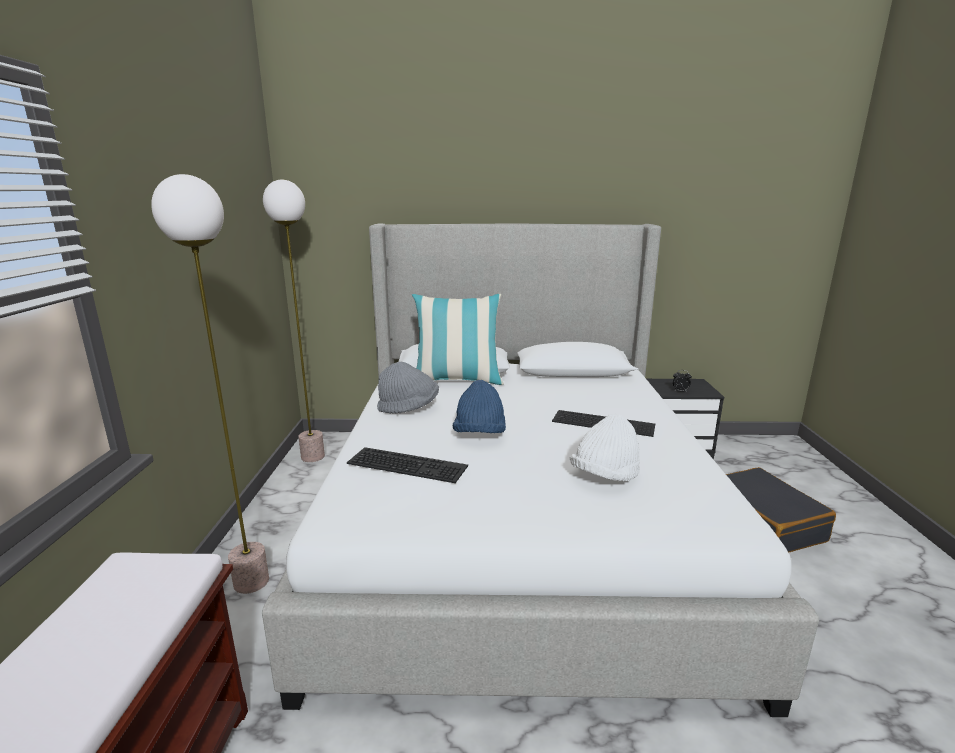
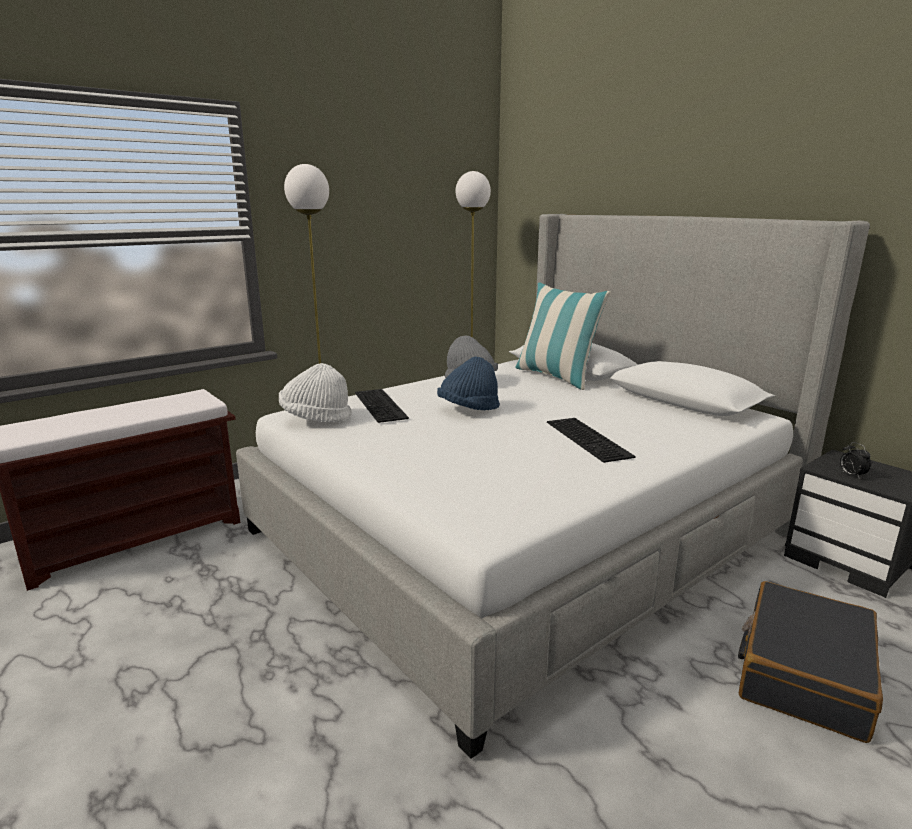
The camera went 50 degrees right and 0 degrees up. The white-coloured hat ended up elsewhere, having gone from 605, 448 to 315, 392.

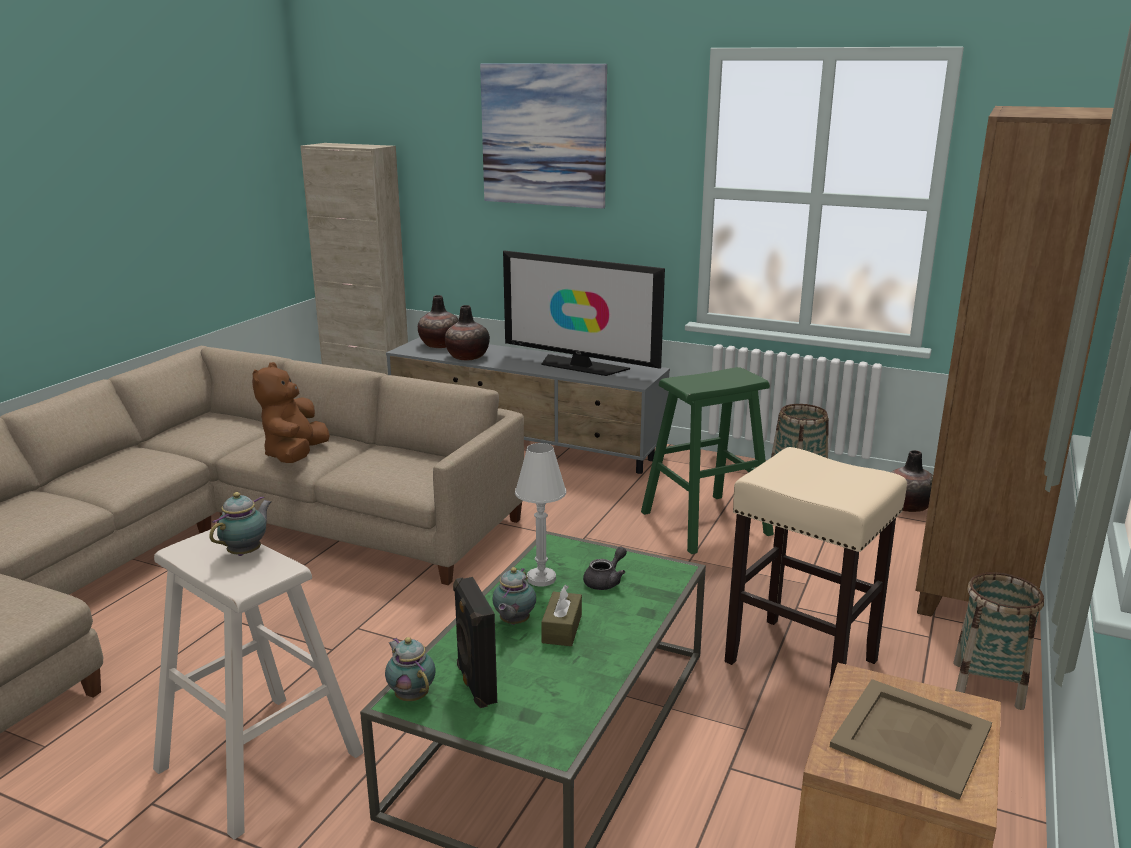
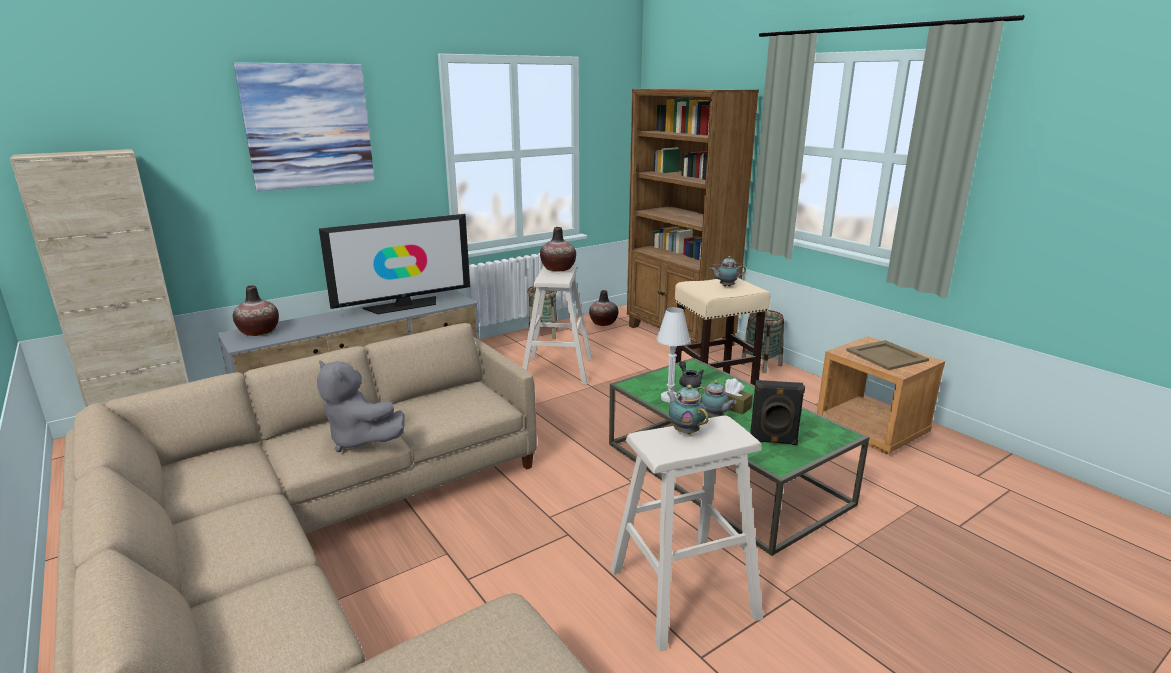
The camera went 60 degrees left and 0 degrees up. The pot for tea ended up elsewhere, having gone from 410, 669 to 727, 271. The flower vase ended up elsewhere, having gone from 467, 332 to 558, 249. What was the brown-coloured cuddly toy at 291, 412 turned into the gray cuddly toy at 361, 406. What was the greenish stool seat at 707, 460 turned into the beige-coloured stool seat at 557, 325.

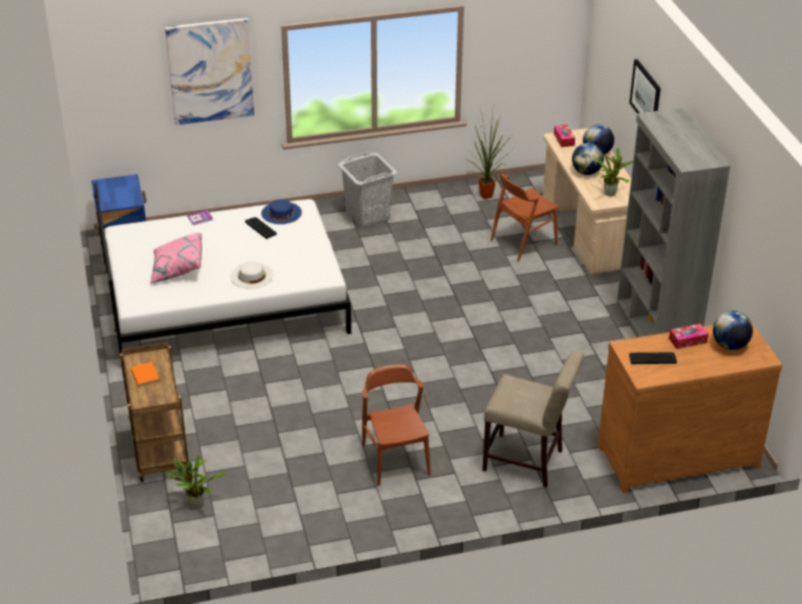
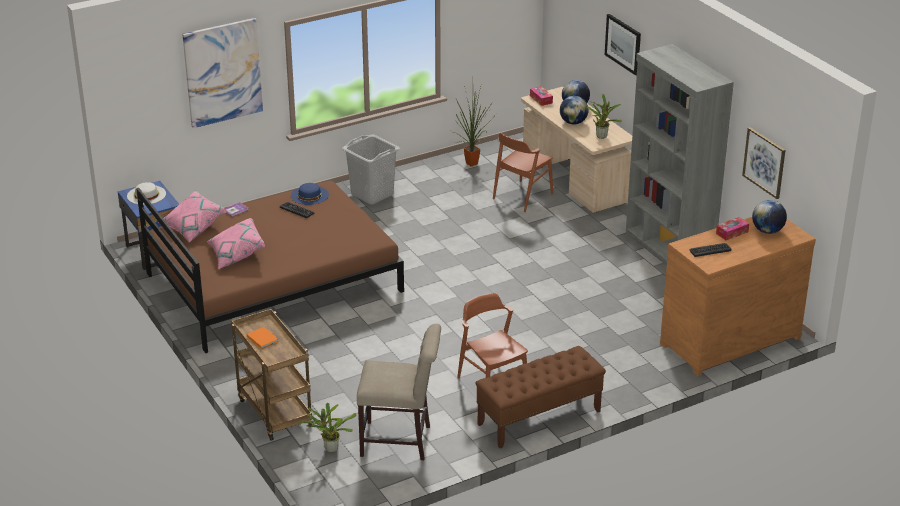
The camera went 15 degrees left and 5 degrees down. The second view gained the pinkish pillow at 195, 217. The second view gained the brown-coloured indoor bench at 540, 397. The second view gained the wall art at 763, 163. The white-coloured hat ended up elsewhere, having gone from 251, 275 to 146, 193. The beige-coloured chair ended up elsewhere, having gone from 533, 419 to 399, 392. What was the white-coloured bed at 222, 271 turned into the brown-coloured bed at 270, 267.

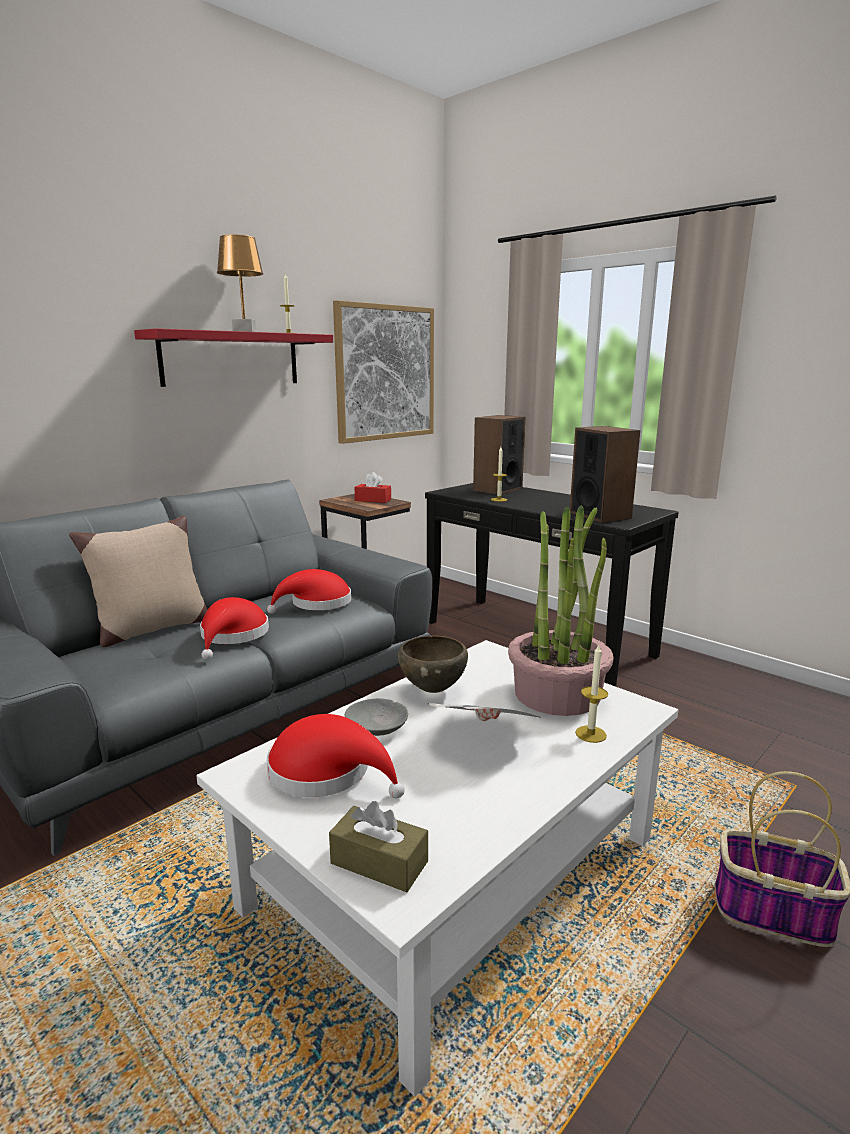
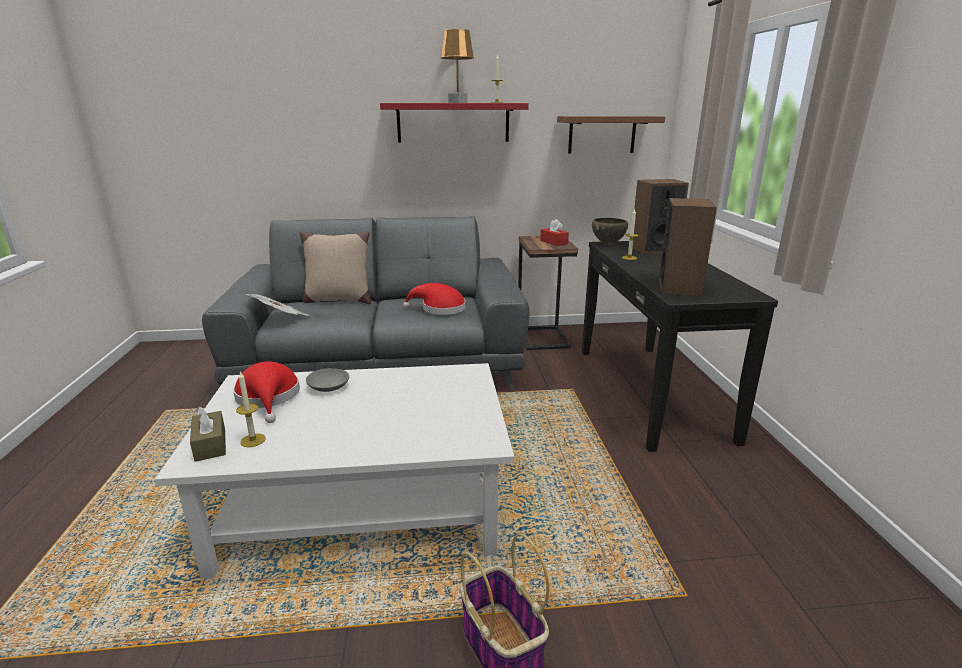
The camera went 40 degrees right and 5 degrees up. The second view lost the red-coloured hat at 234, 628. The second view lost the houseplant at 560, 610. The brown-coloured bowl ended up elsewhere, having gone from 433, 664 to 610, 231. The printed paper ended up elsewhere, having gone from 484, 712 to 277, 305. The wax candle ended up elsewhere, having gone from 591, 694 to 251, 409. Where the wall art hung at 383, 372, the brown-coloured shelf came to hang at 611, 134.

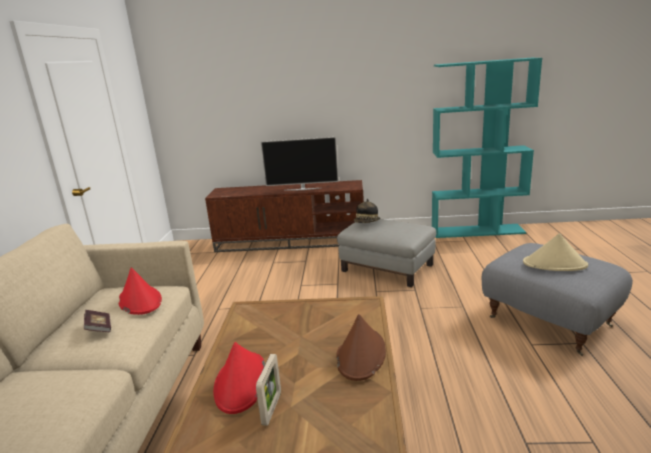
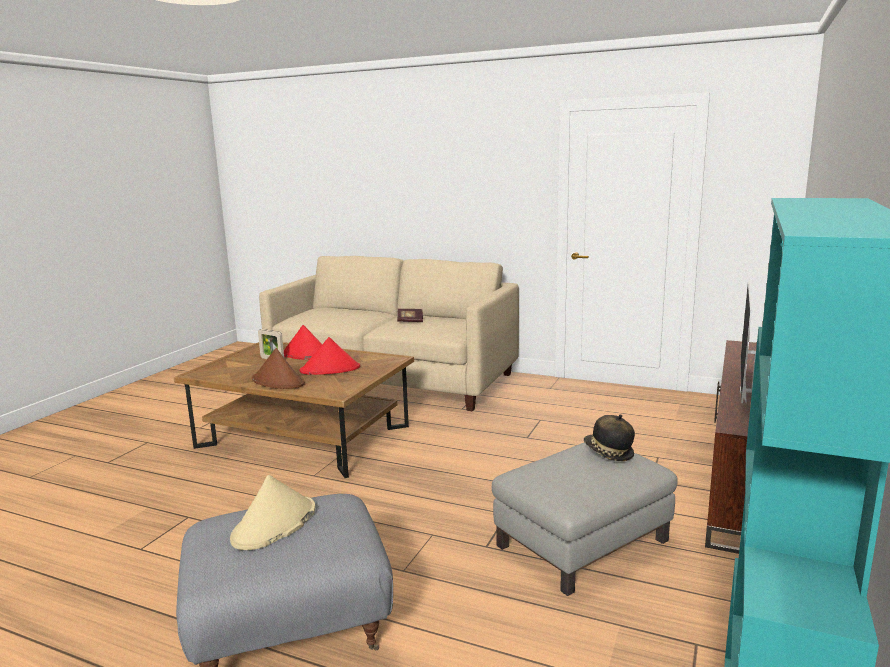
The camera went 110 degrees right and 5 degrees down. The red-coloured hat ended up elsewhere, having gone from 140, 291 to 329, 356.

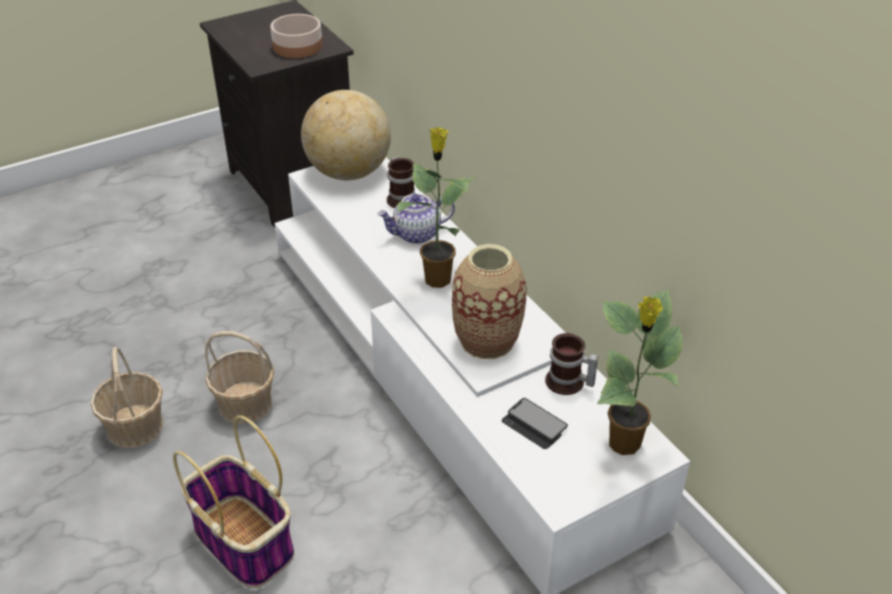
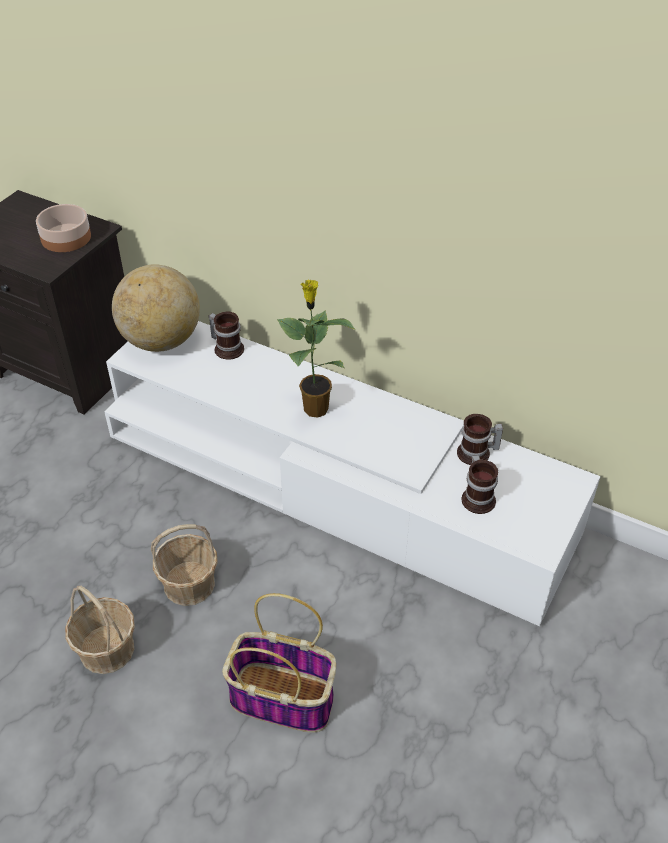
The camera went 30 degrees left and 5 degrees up. The second view lost the pot for tea at 416, 219. The second view lost the flower vase at 489, 301. The second view lost the houseplant at 640, 372. Where the handset stood at 535, 423, the mug came to stand at 480, 484.

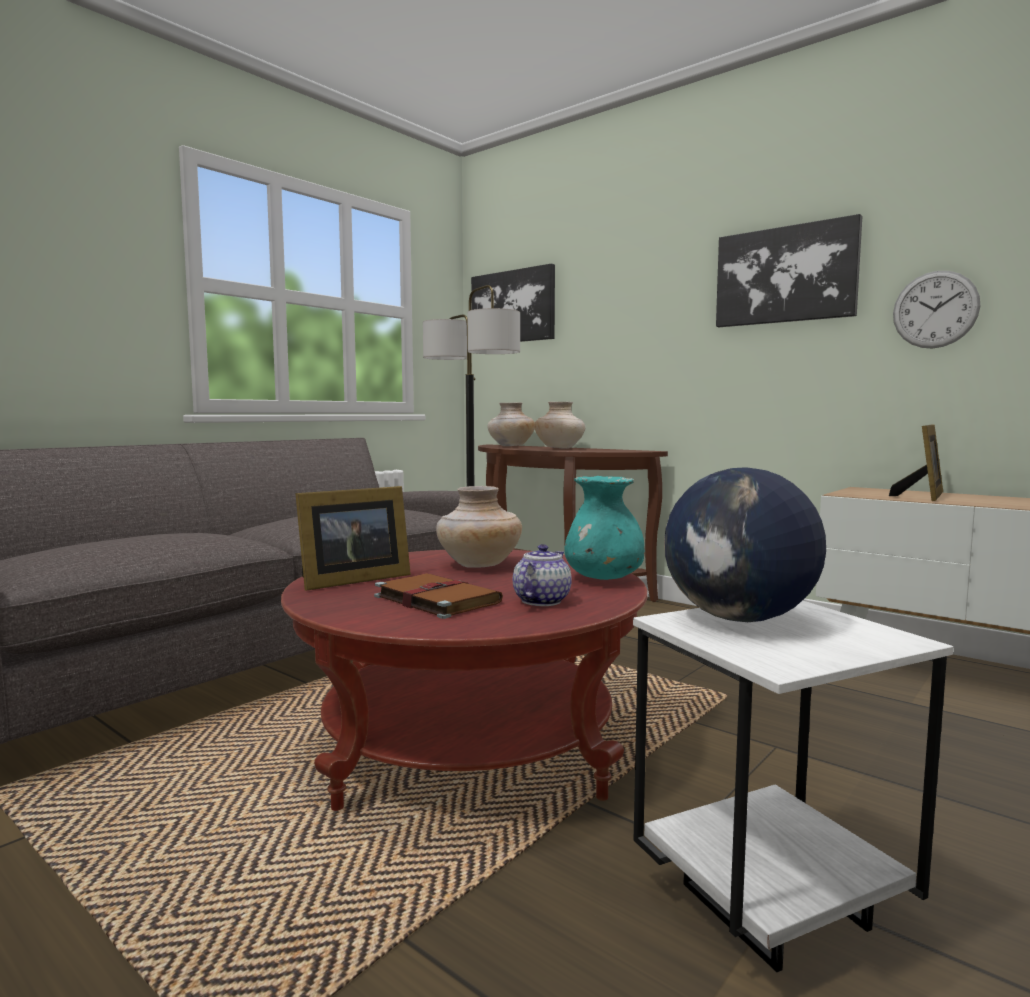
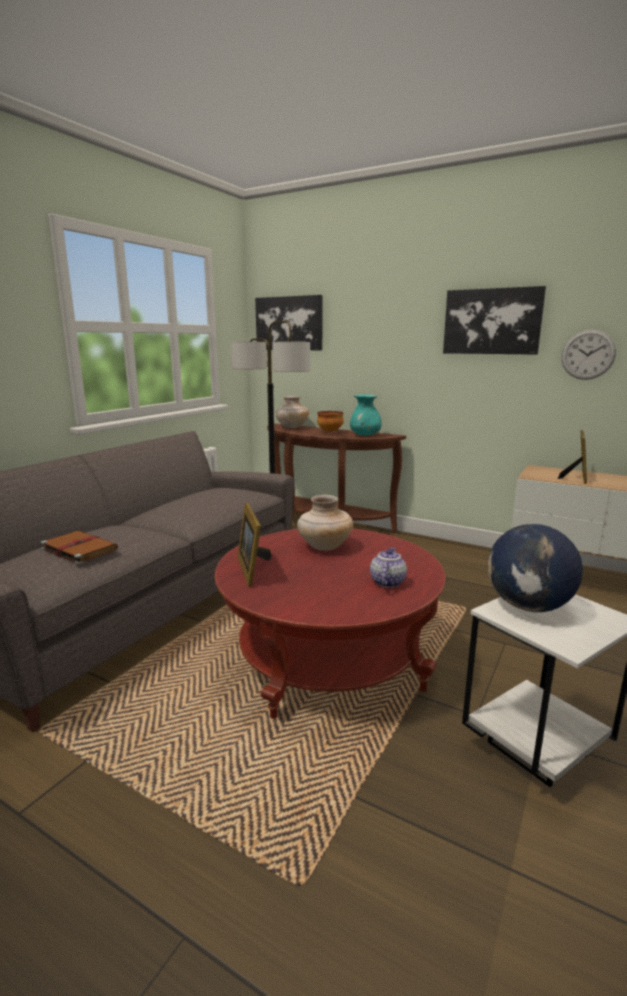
The camera went 10 degrees left and 10 degrees up. The brown-coloured book ended up elsewhere, having gone from 438, 596 to 79, 548. The blue-green flower vase ended up elsewhere, having gone from 604, 528 to 366, 415. Where the beige-coloured flower vase stood at 559, 425, the bowl came to stand at 330, 421. The photo frame at 353, 538 ended up facing another way, 120 degrees clockwise from before.

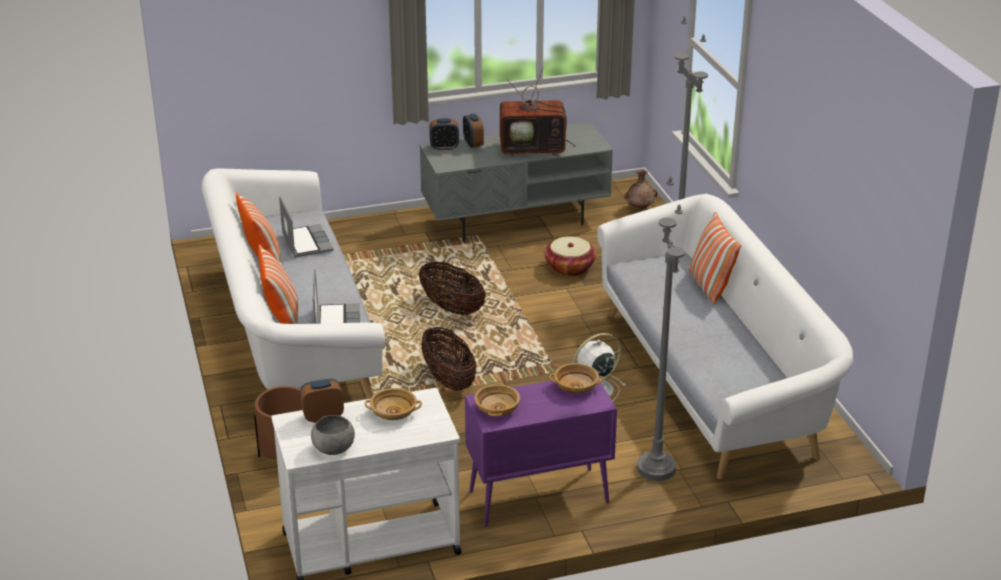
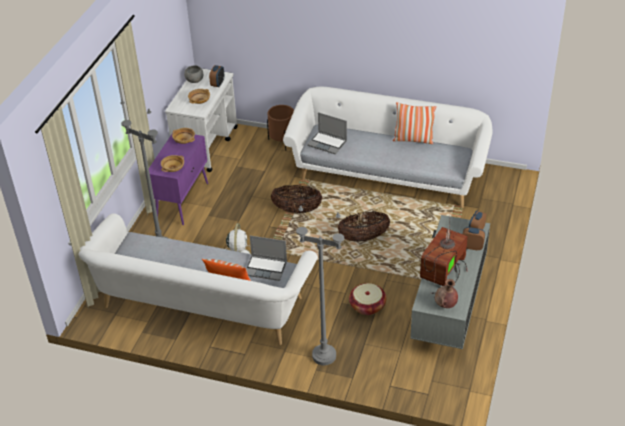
The camera went 125 degrees right and 10 degrees up. The second view lost the pillow at 278, 284. The portable computer ended up elsewhere, having gone from 306, 226 to 266, 258. The brown-coloured flower vase ended up elsewhere, having gone from 641, 190 to 446, 293.

